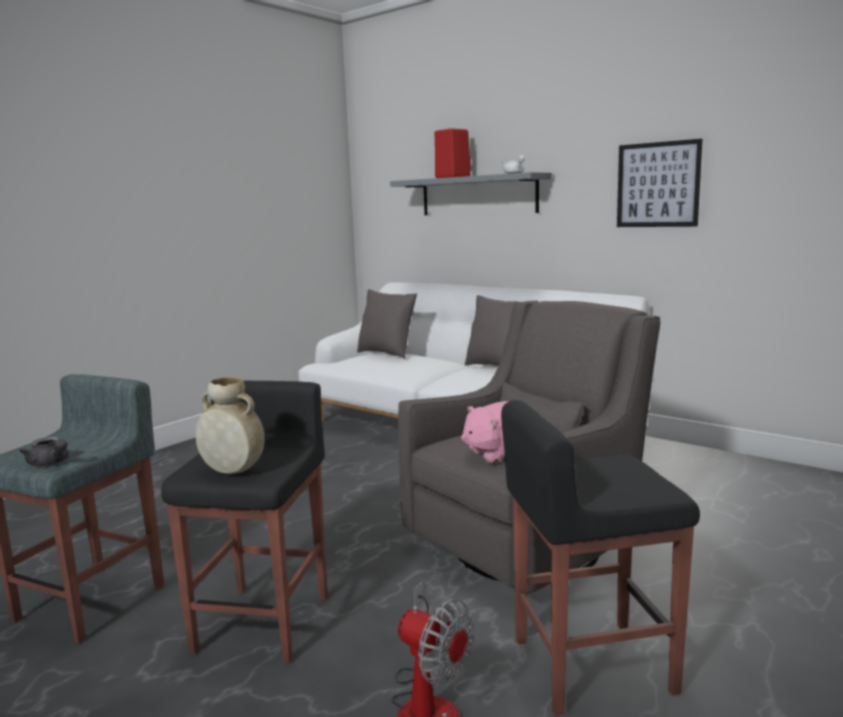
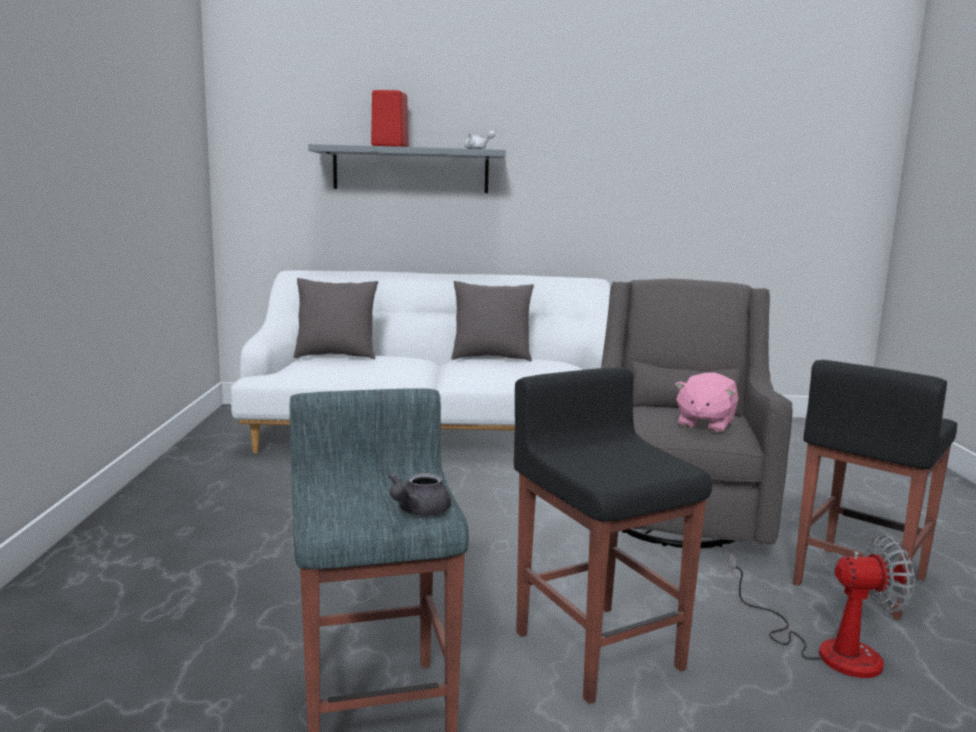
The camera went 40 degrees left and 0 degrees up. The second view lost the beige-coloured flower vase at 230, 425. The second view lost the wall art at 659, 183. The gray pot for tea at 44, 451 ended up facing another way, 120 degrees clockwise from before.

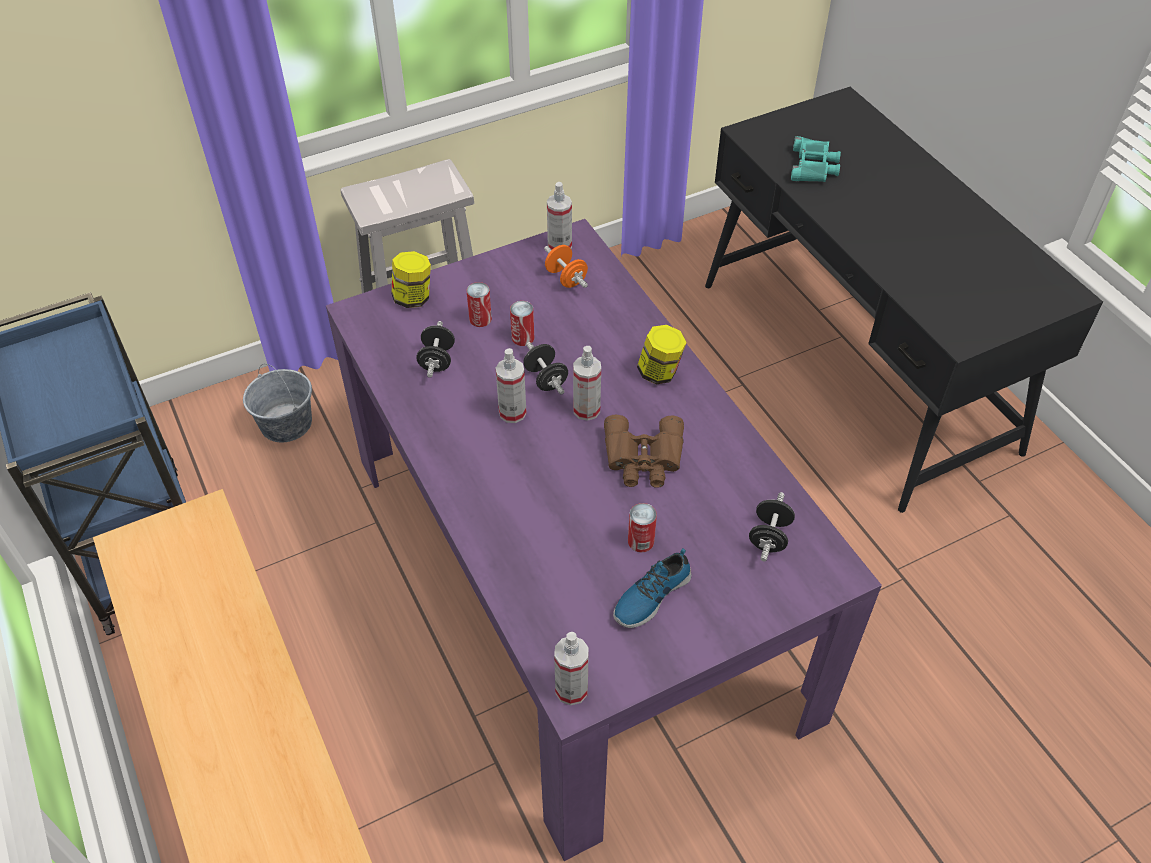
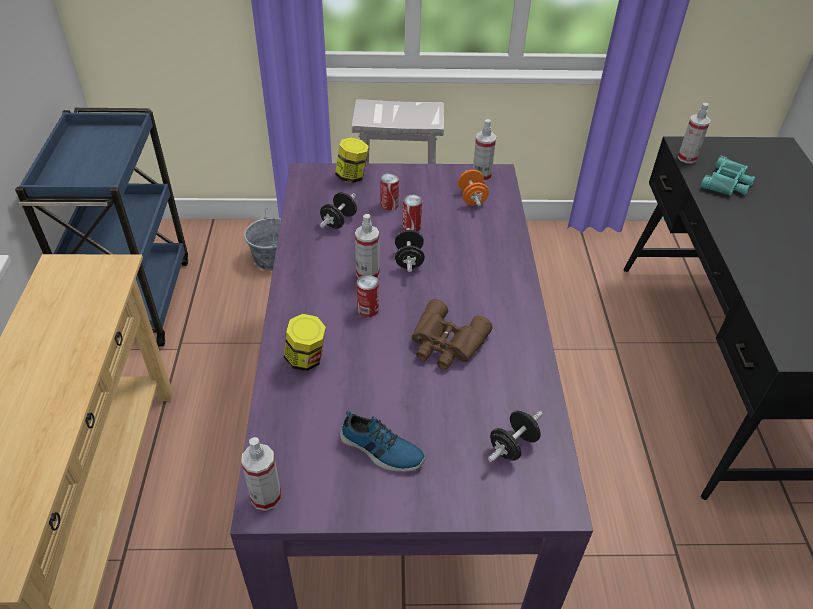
The camera went 25 degrees right and 5 degrees down. The spray bottle ended up elsewhere, having gone from 587, 383 to 693, 133. The sealed can ended up elsewhere, having gone from 642, 528 to 368, 296. The preserve jar ended up elsewhere, having gone from 662, 354 to 305, 342. The shoe at 652, 588 ended up facing another way, 135 degrees counterclockwise from before.

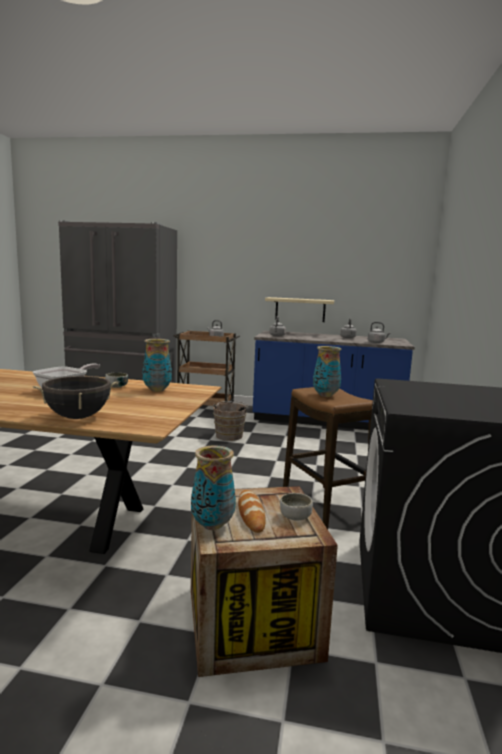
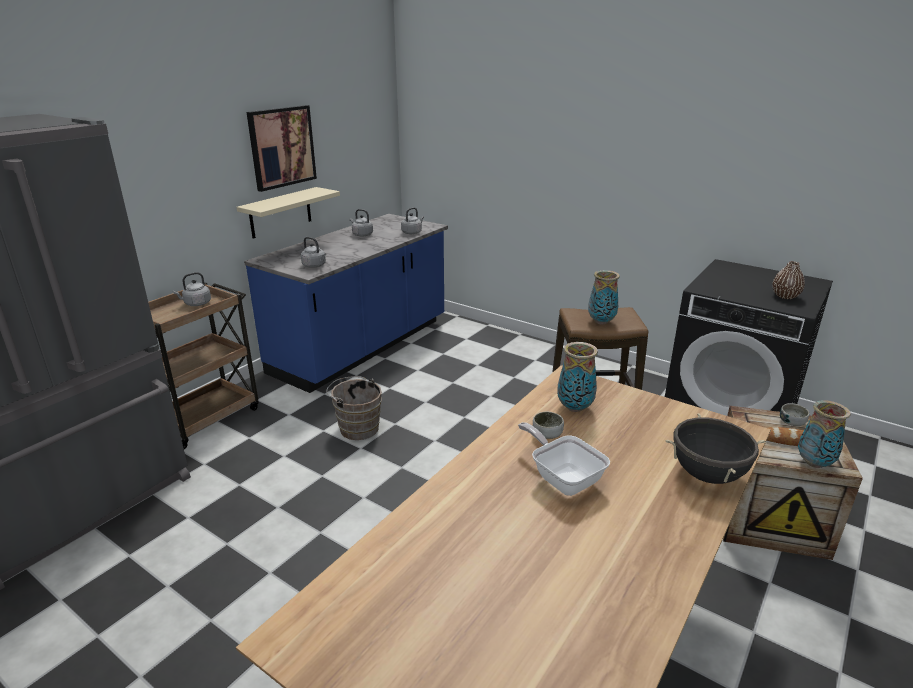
The camera went 65 degrees left and 15 degrees up. The second view gained the wall art at 282, 148. The second view gained the brown-coloured flower vase at 789, 280.

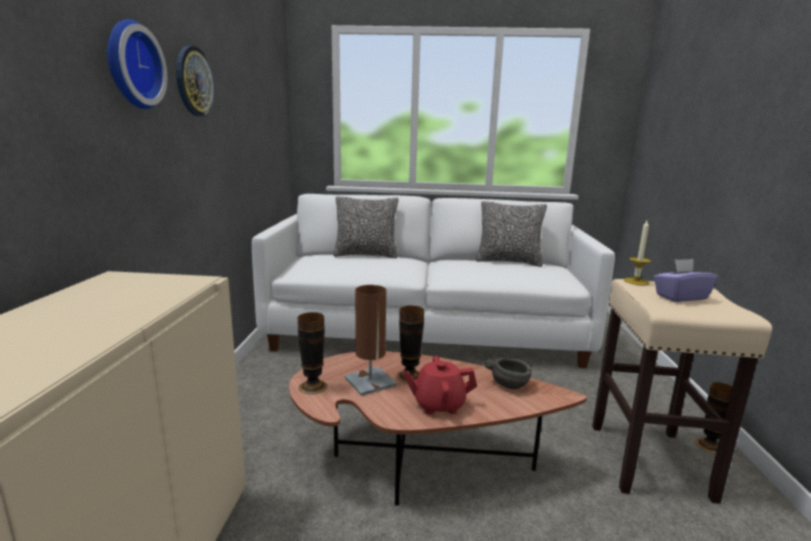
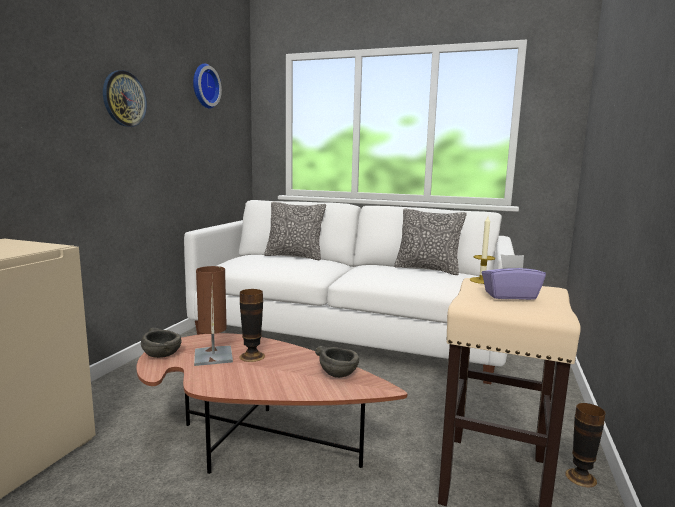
The camera went 15 degrees right and 5 degrees down. The second view lost the red-coloured pot for tea at 440, 385. The hanging clock ended up elsewhere, having gone from 137, 64 to 207, 86. Where the flower vase stood at 313, 353, the gray bowl came to stand at 161, 343.

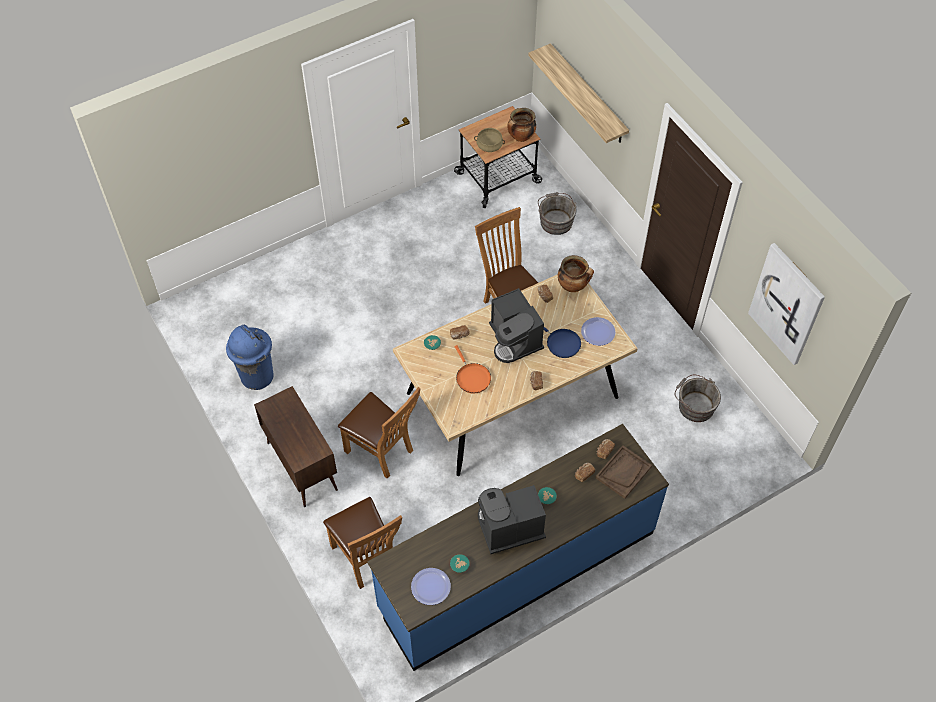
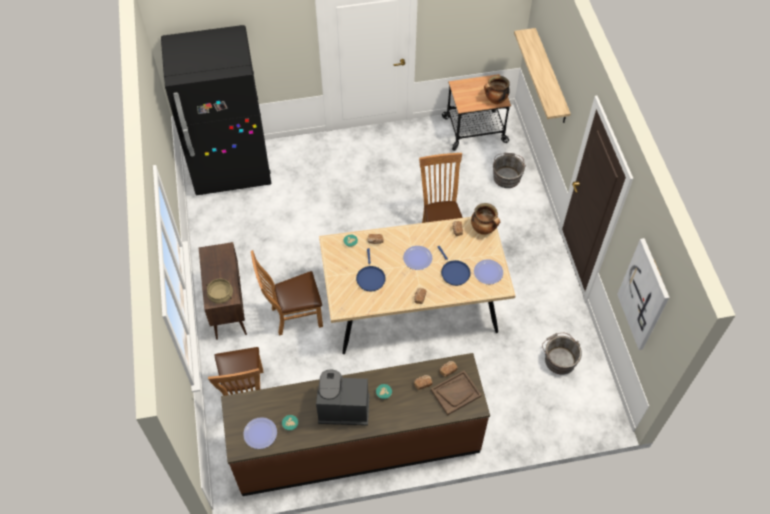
The camera went 20 degrees right and 0 degrees up. The second view lost the blue-coloured trash can at 250, 357. The second view gained the black refrigerator at 216, 110. The beige-coloured stockpot ended up elsewhere, having gone from 489, 140 to 219, 291. Where the coffee machine stood at 516, 325, the plate came to stand at 417, 258. What was the blue-coloured counter at 518, 547 turned into the brown-coloured counter at 355, 424. What was the orange pan at 472, 369 turned into the blue-coloured pan at 371, 269. The brown-coloured chair at 379, 433 ended up facing another way, 105 degrees clockwise from before.

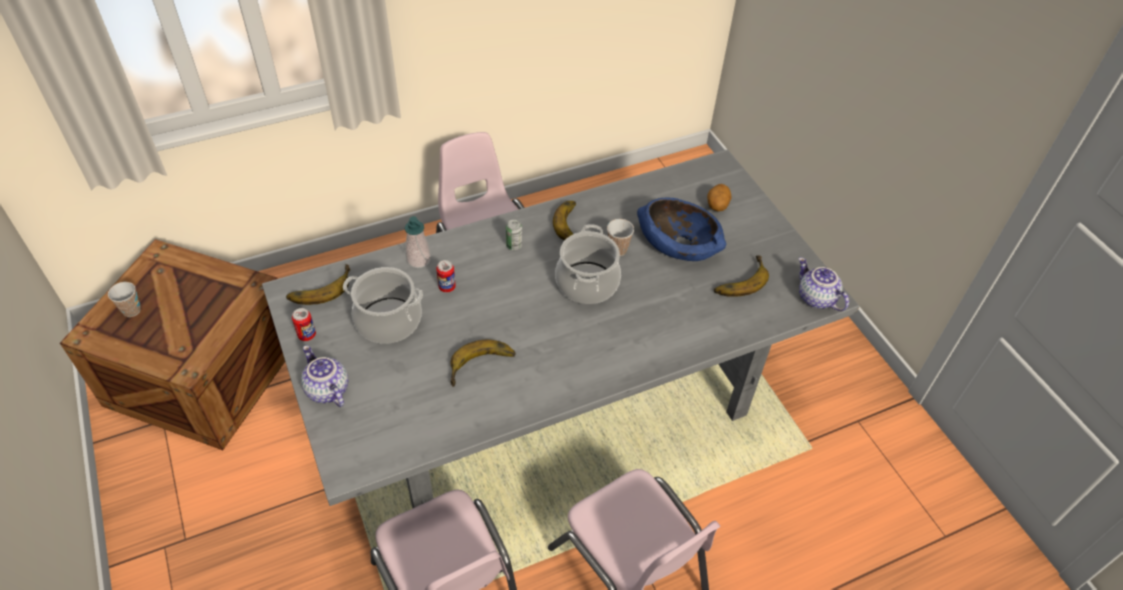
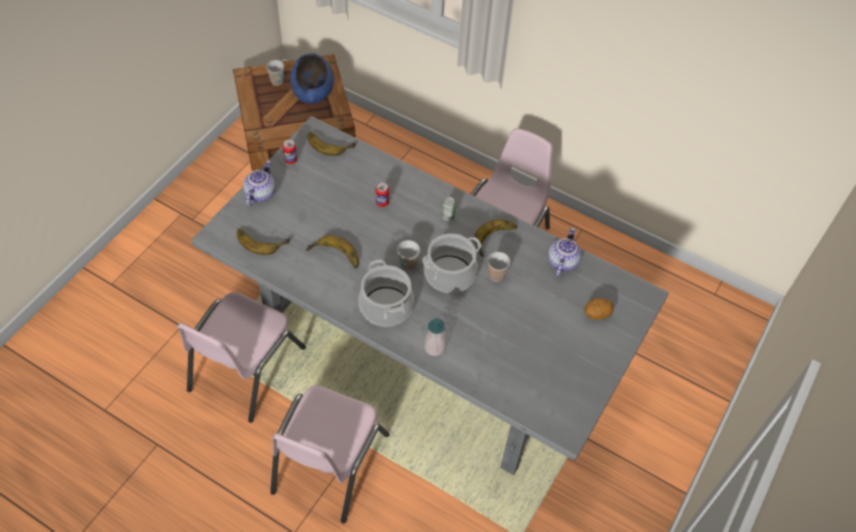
The camera went 55 degrees right and 5 degrees up. The second view gained the small cup at 408, 255. The stockpot ended up elsewhere, having gone from 383, 305 to 386, 293. The soap dispenser ended up elsewhere, having gone from 418, 242 to 435, 337. The blue-coloured bowl ended up elsewhere, having gone from 681, 229 to 312, 78. The banana fruit ended up elsewhere, having gone from 741, 276 to 263, 242. The pot for tea ended up elsewhere, having gone from 824, 284 to 564, 252.

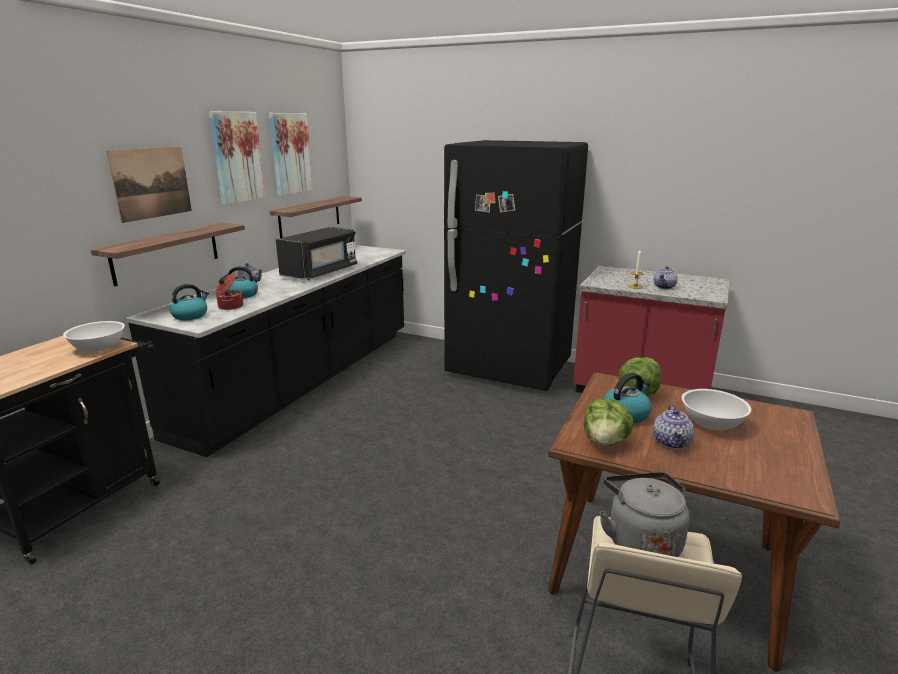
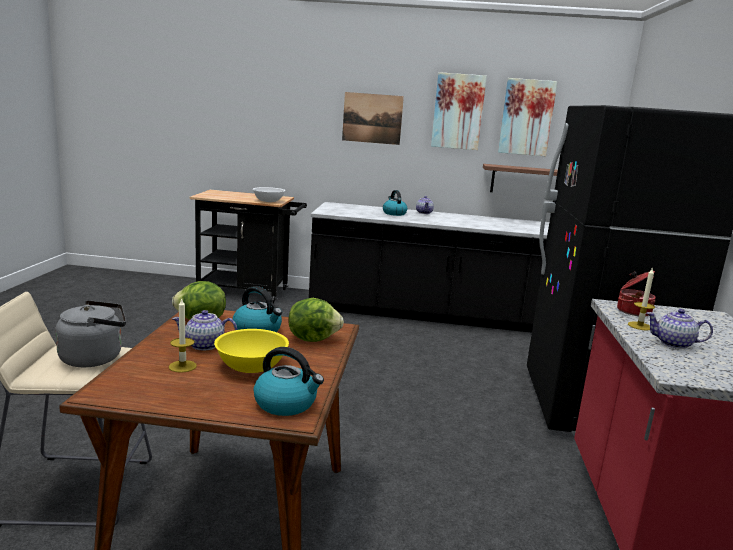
The camera went 70 degrees right and 5 degrees down. The second view lost the shelf at 168, 255. The second view lost the black microwave at 316, 253. The second view gained the wax candle at 183, 336. The kettle ended up elsewhere, having gone from 189, 302 to 289, 381. The stockpot ended up elsewhere, having gone from 229, 292 to 636, 293. What was the white-coloured bowl at 716, 409 turned into the yellow-coloured bowl at 251, 351.

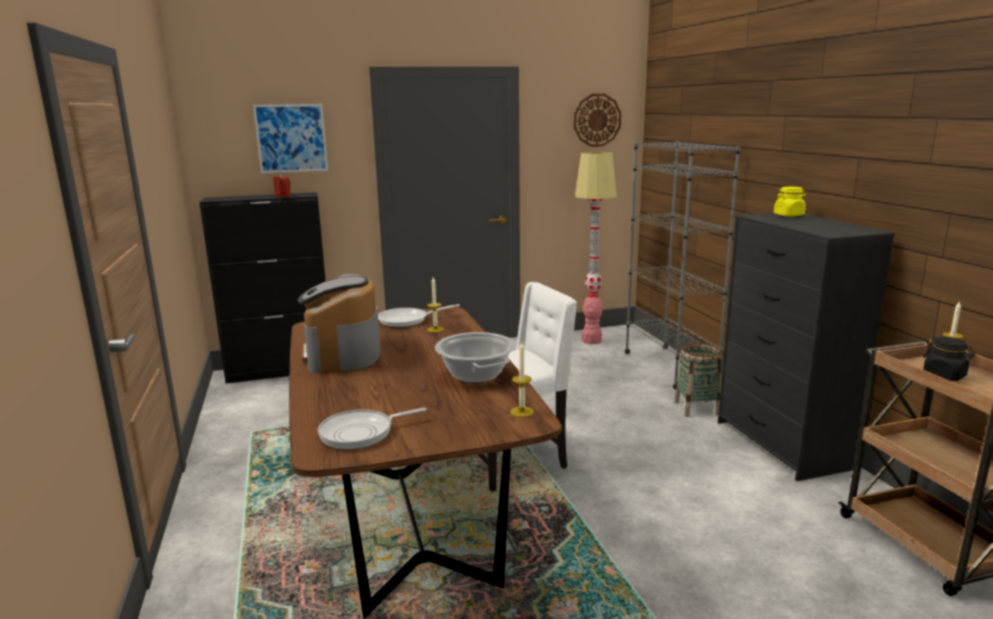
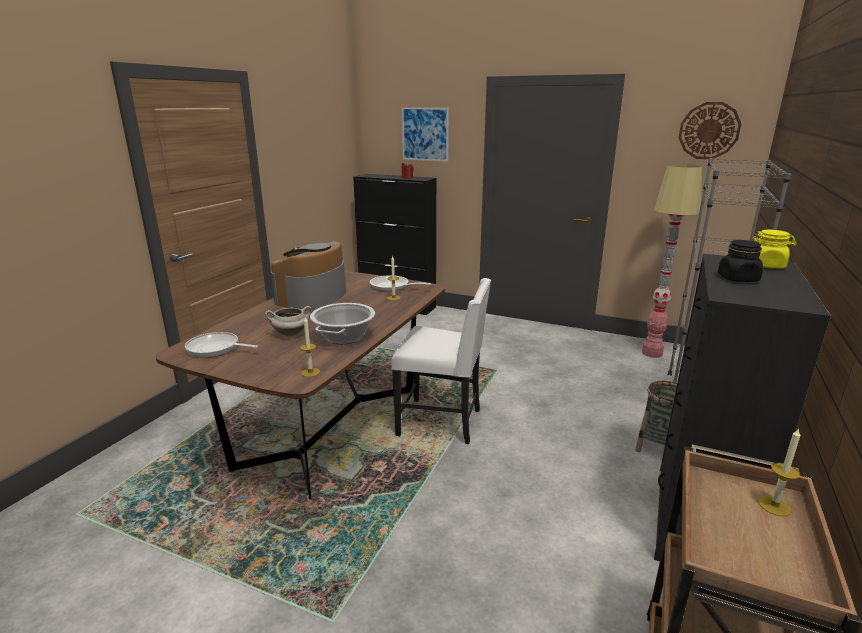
The camera went 40 degrees right and 5 degrees up. The second view gained the white-coloured stockpot at 288, 321. The black preserve jar ended up elsewhere, having gone from 949, 359 to 740, 261.

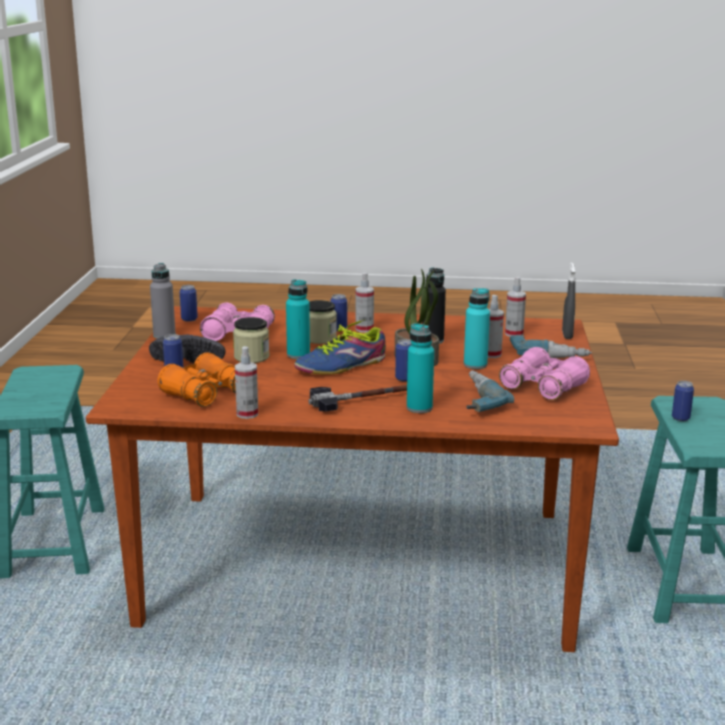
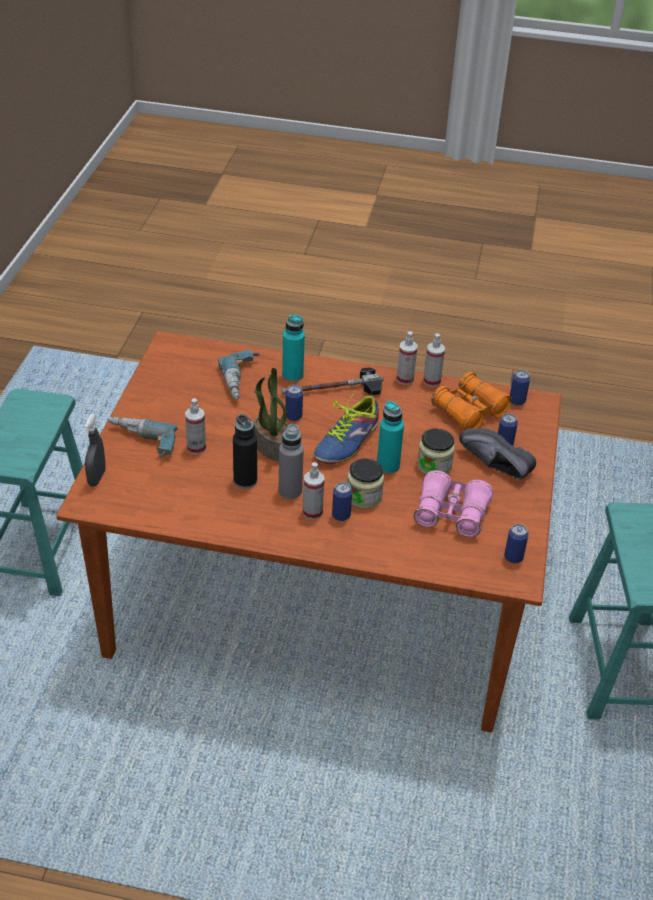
The camera went 175 degrees left and 20 degrees up. The second view lost the blue-green bottle at 477, 328. The second view lost the pinkish binoculars at 544, 373. The gray bottle ended up elsewhere, having gone from 163, 301 to 291, 461. The spray bottle ended up elsewhere, having gone from 515, 307 to 407, 358. The sealed can ended up elsewhere, having gone from 683, 401 to 520, 388. The shoe at 340, 347 ended up facing another way, 150 degrees clockwise from before.

